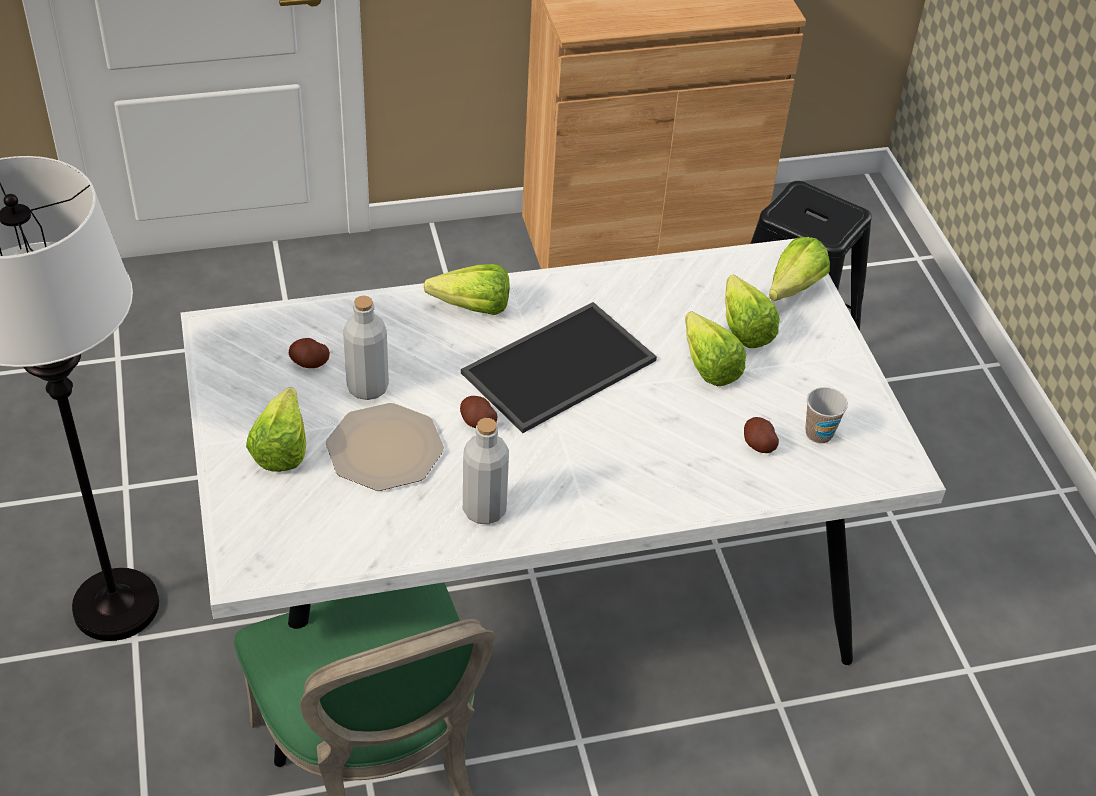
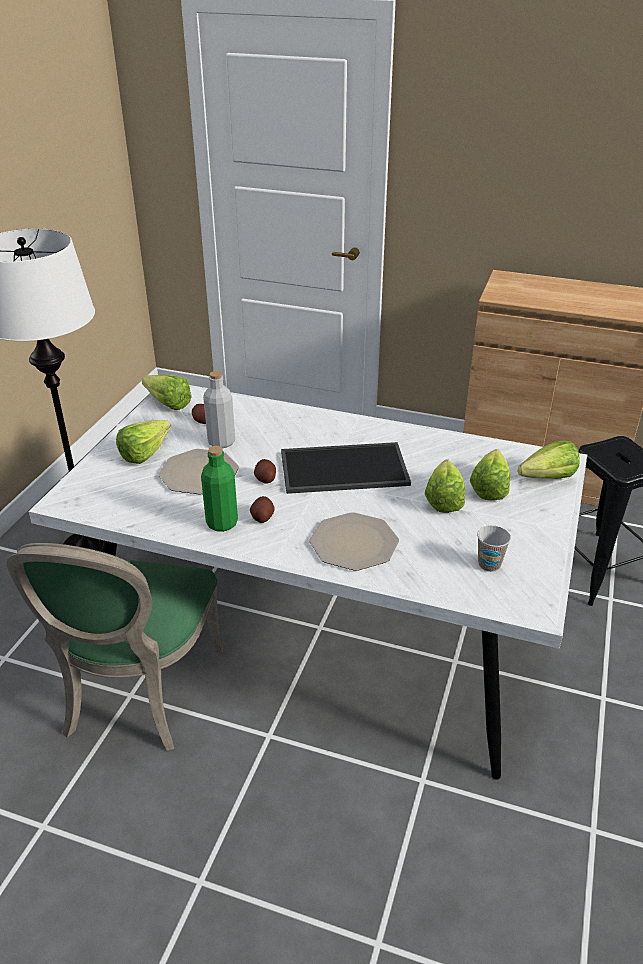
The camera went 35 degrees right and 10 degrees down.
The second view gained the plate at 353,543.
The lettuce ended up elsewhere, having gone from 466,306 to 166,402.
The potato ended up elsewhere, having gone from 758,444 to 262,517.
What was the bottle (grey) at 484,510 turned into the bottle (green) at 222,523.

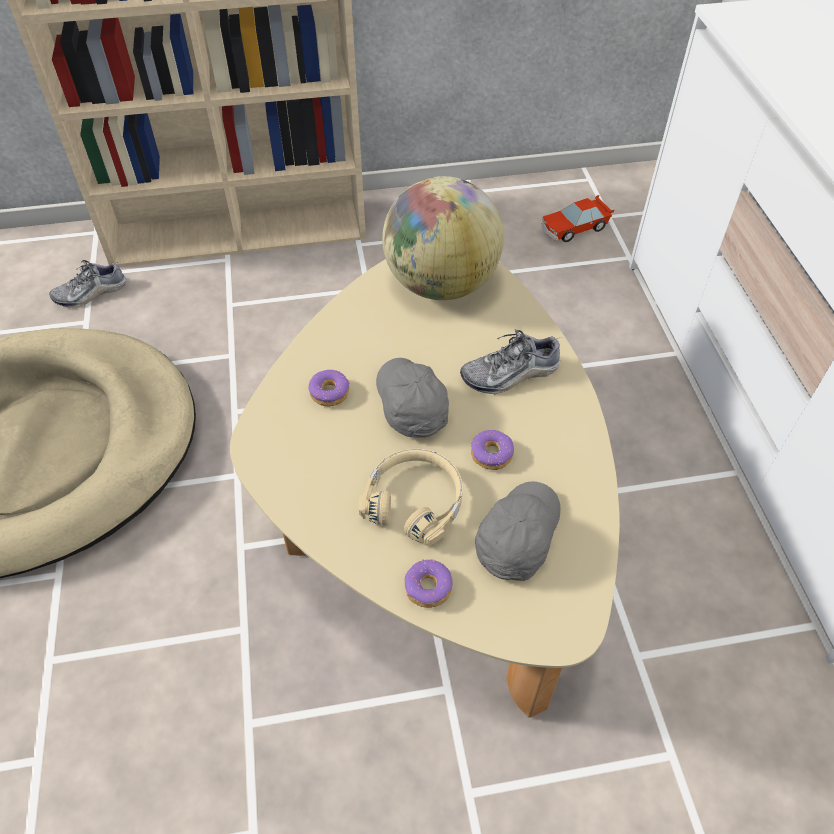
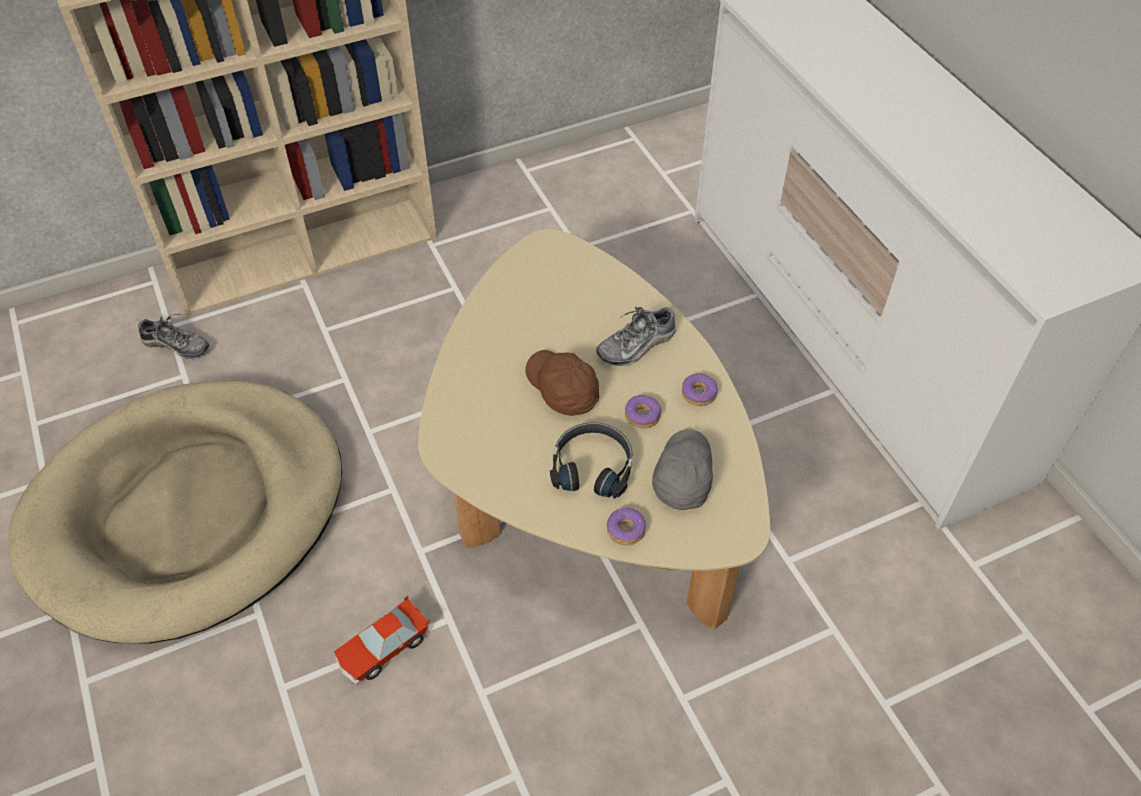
The camera went 15 degrees left and 0 degrees up.
The second view lost the globe at 441,284.
The donut ended up elsewhere, having gone from 330,393 to 699,394.
The toy car ended up elsewhere, having gone from 574,228 to 383,648.
What was the headphones (beige) at 415,501 turned into the headphones (black) at 592,466.
What was the cap (grey) at 410,405 turned into the cap (brown) at 561,389.
The shoe at 91,293 ended up facing another way, 120 degrees counterclockwise from before.

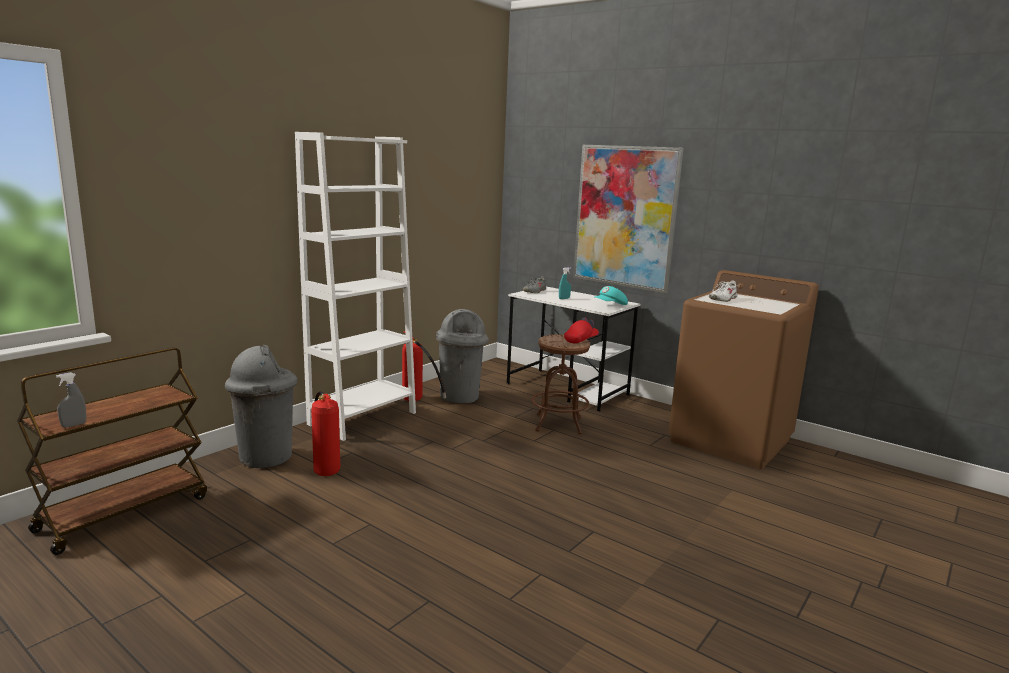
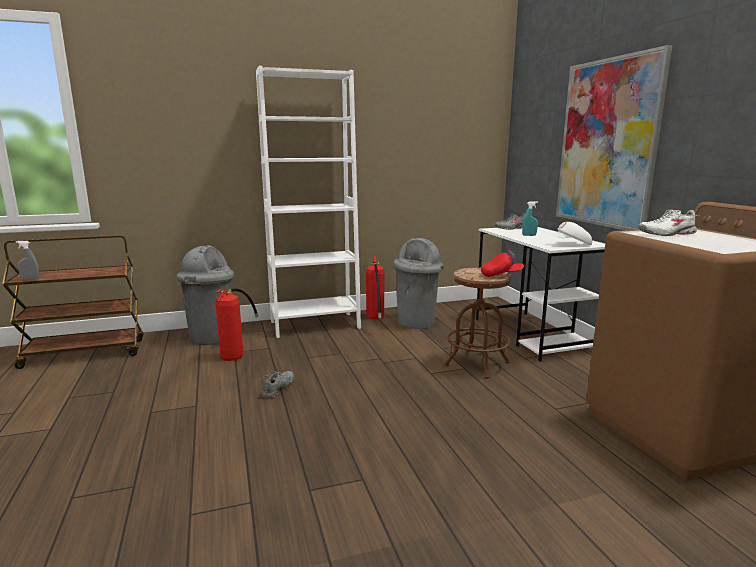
The camera went 35 degrees right and 0 degrees up.
The second view gained the shoe (grey) at 278,388.
What was the cap (turquoise) at 610,305 turned into the cap (white) at 570,244.

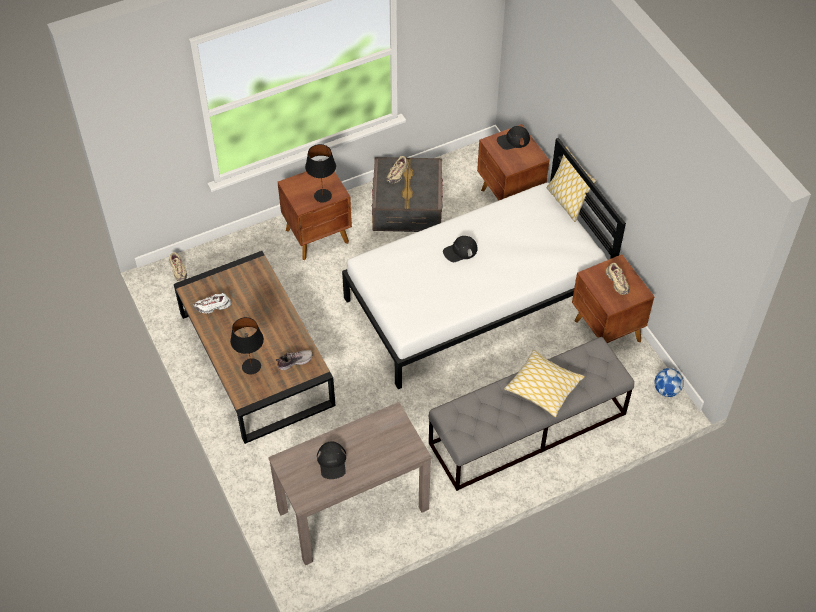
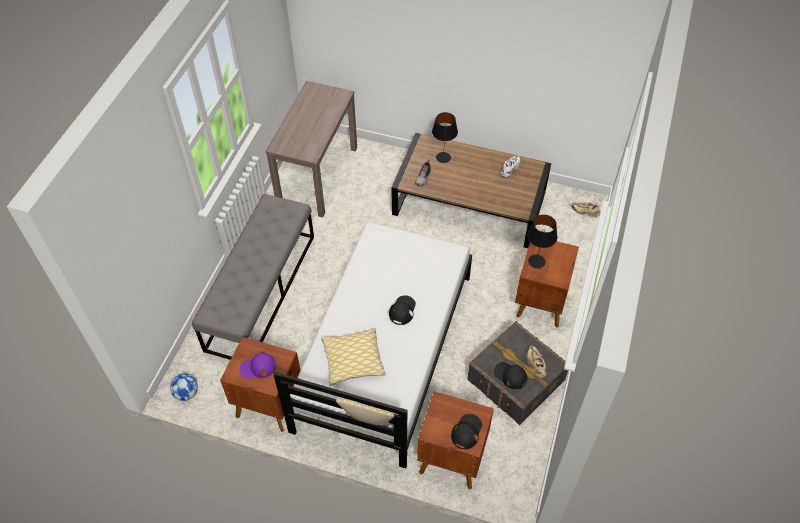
The camera went 135 degrees right and 0 degrees up.
The cap (black) ended up elsewhere, having gone from 332,462 to 510,375.
The pillow ended up elsewhere, having gone from 543,388 to 353,360.
Where the shoe (beige) stood at 617,283, the cap (purple) came to stand at 258,367.

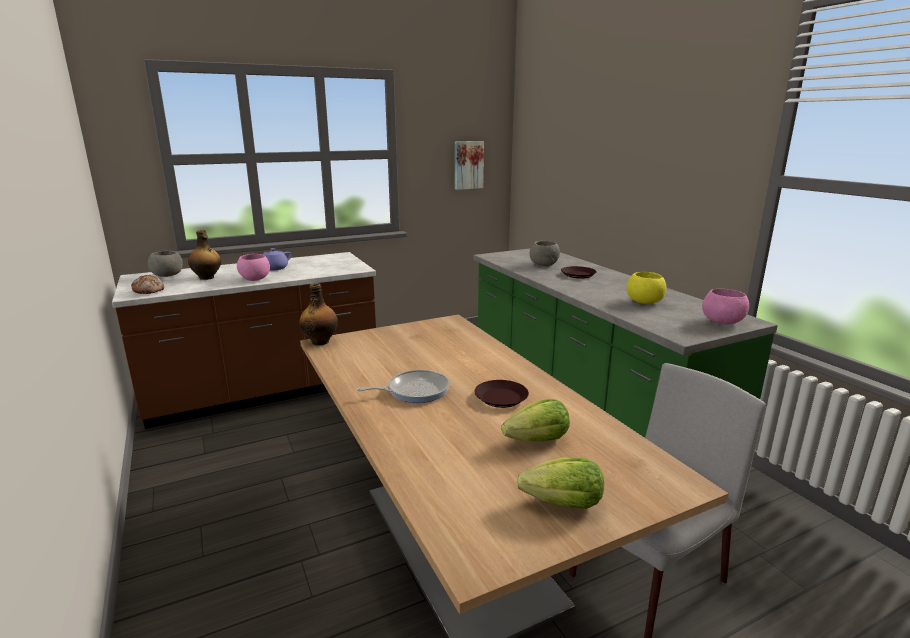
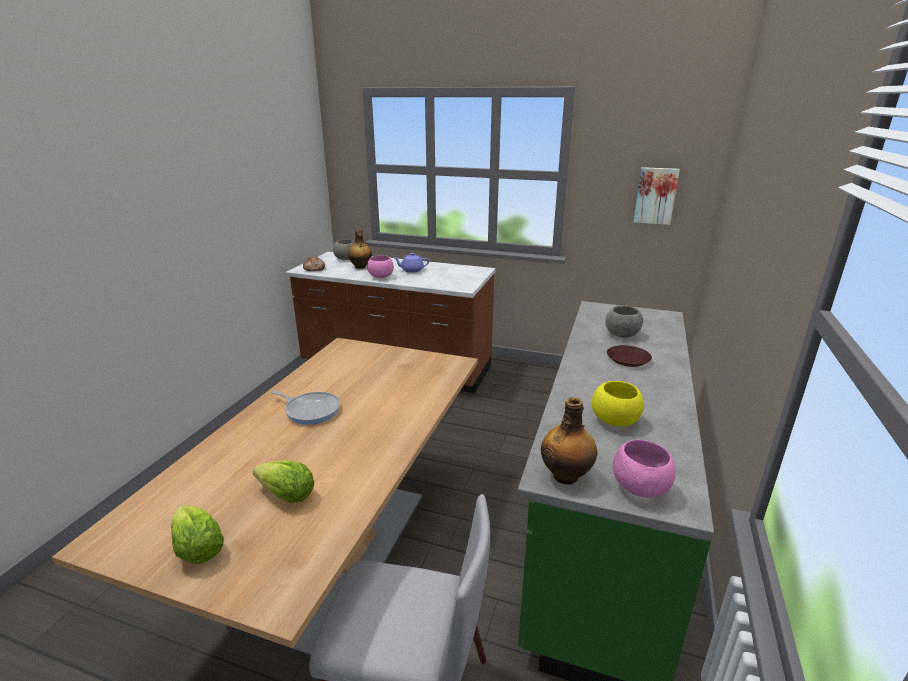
The camera went 45 degrees right and 5 degrees up.
The second view lost the plate (brown) at 500,398.
The bottle ended up elsewhere, having gone from 321,341 to 566,476.

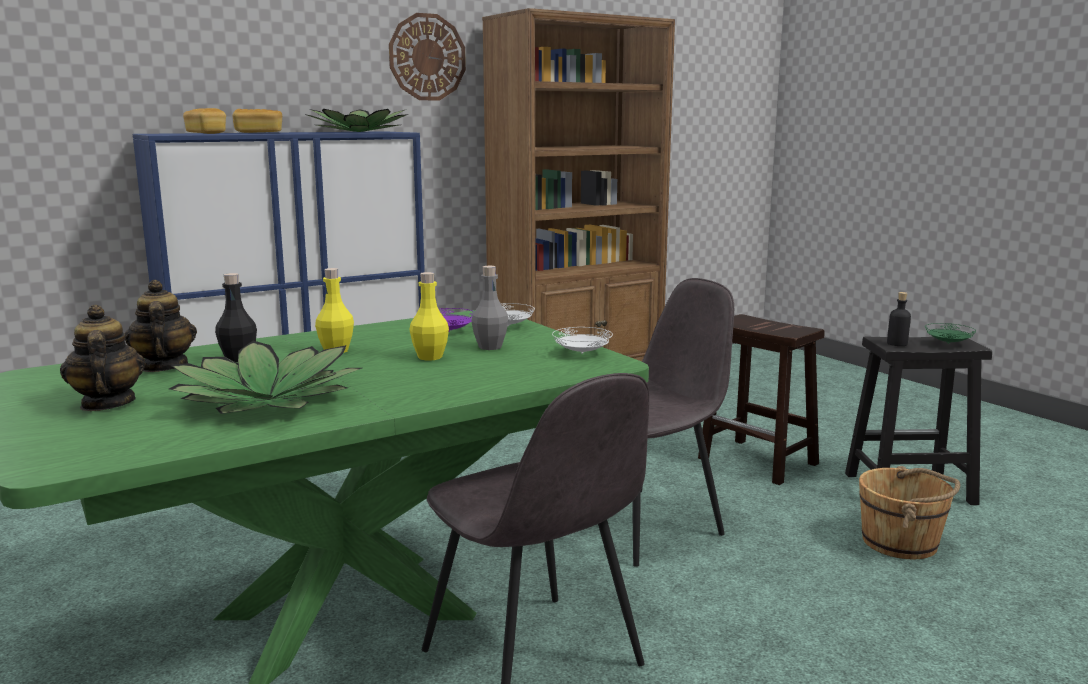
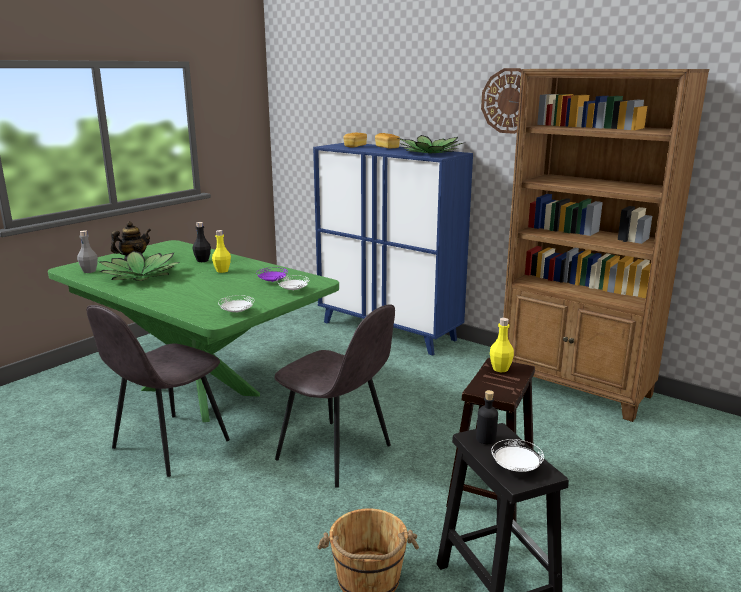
The camera went 70 degrees right and 5 degrees up.
The second view lost the teapot at 163,367.
The bottle (yellow) ended up elsewhere, having gone from 430,357 to 500,369.
The bottle (grey) ended up elsewhere, having gone from 490,347 to 89,271.
What was the plate (green) at 948,343 turned into the plate (white) at 516,468.

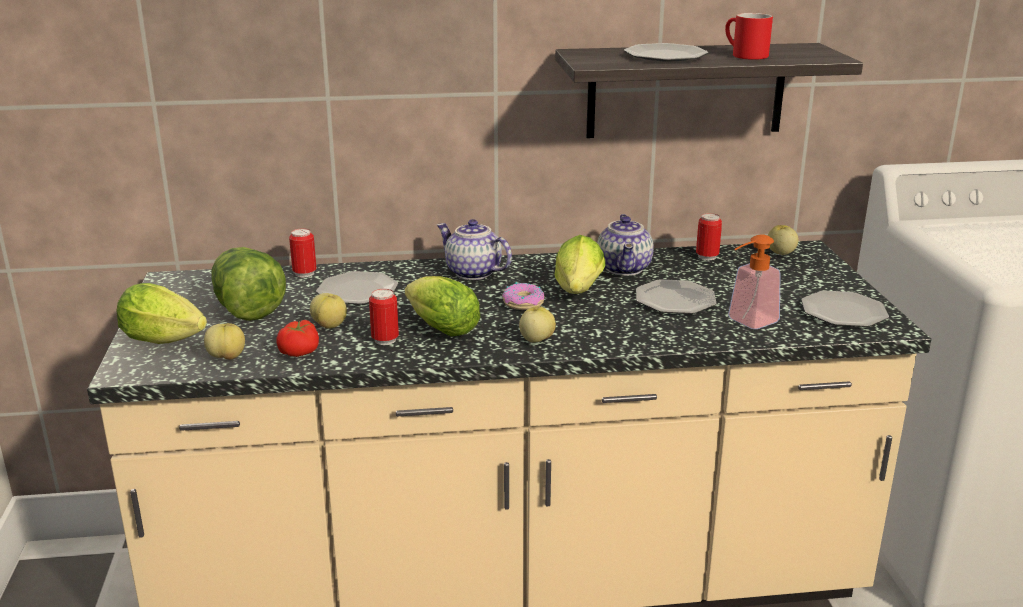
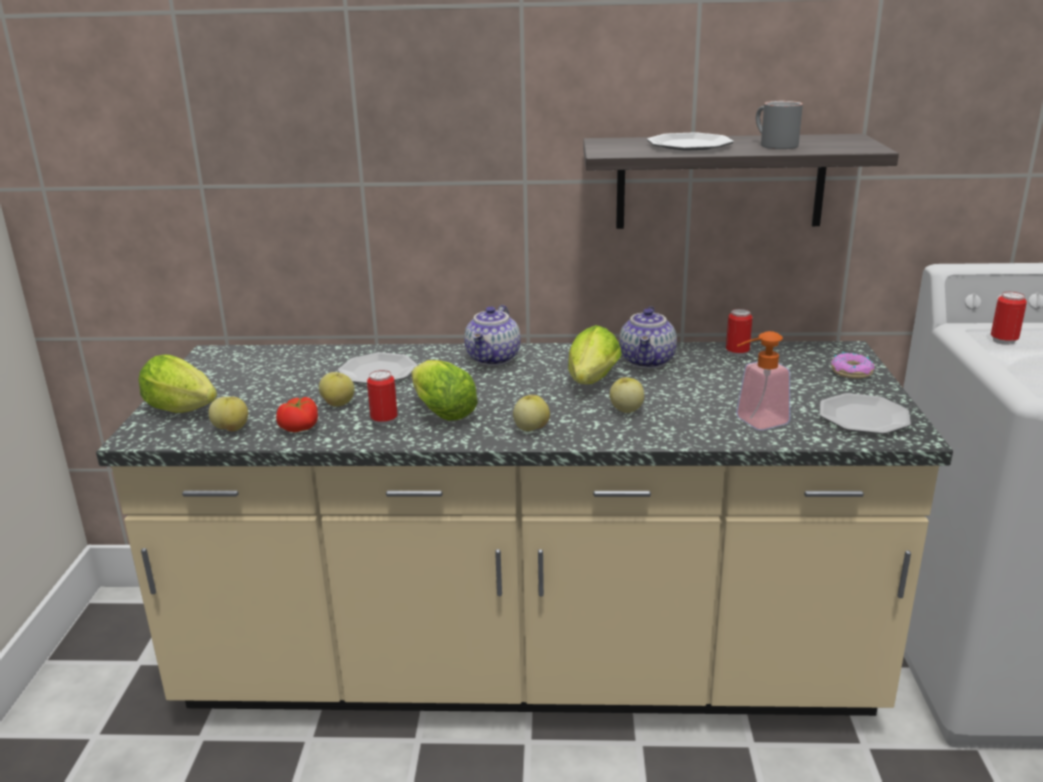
The camera went 10 degrees right and 0 degrees up.
The second view lost the lettuce at 247,309.
The second view lost the plate at 675,300.
The can ended up elsewhere, having gone from 304,273 to 1003,341.
The donut ended up elsewhere, having gone from 524,303 to 851,372.
The apple ended up elsewhere, having gone from 780,253 to 626,410.
What was the mug (red) at 743,55 turned into the mug (grey) at 772,145.
The teapot at 472,273 ended up facing another way, 120 degrees counterclockwise from before.

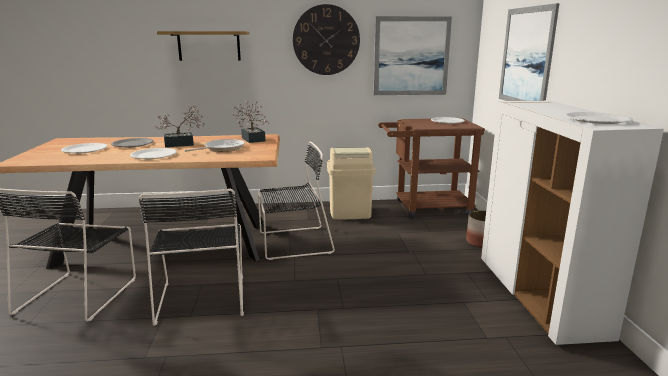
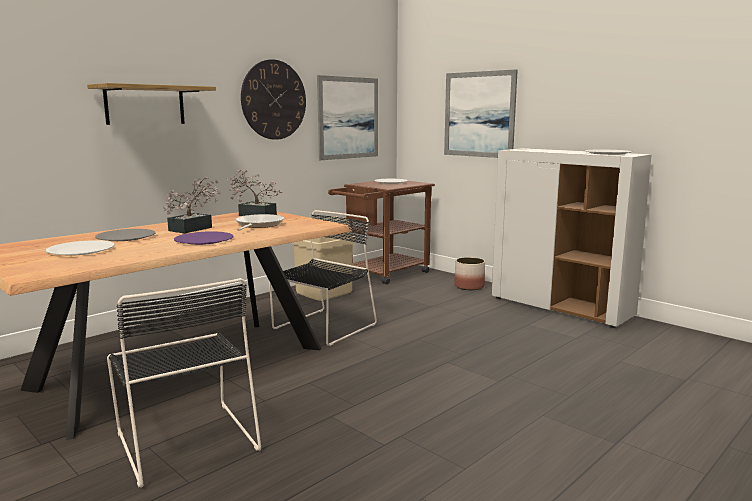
The camera went 40 degrees left and 5 degrees down.
The second view lost the chair (black) at 202,296.
What was the plate (white) at 154,155 turned into the plate (purple) at 204,240.

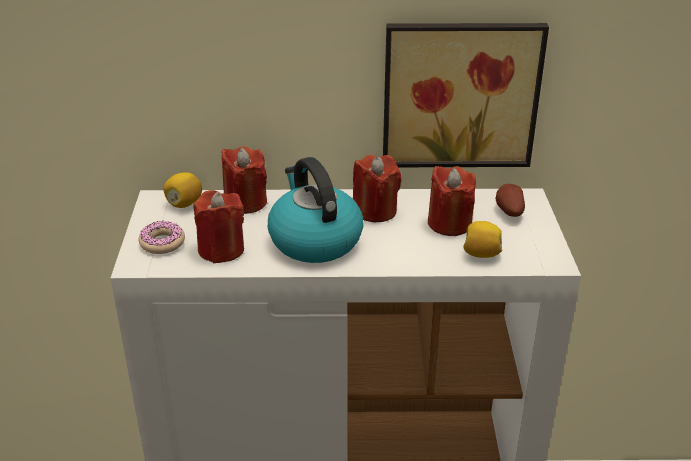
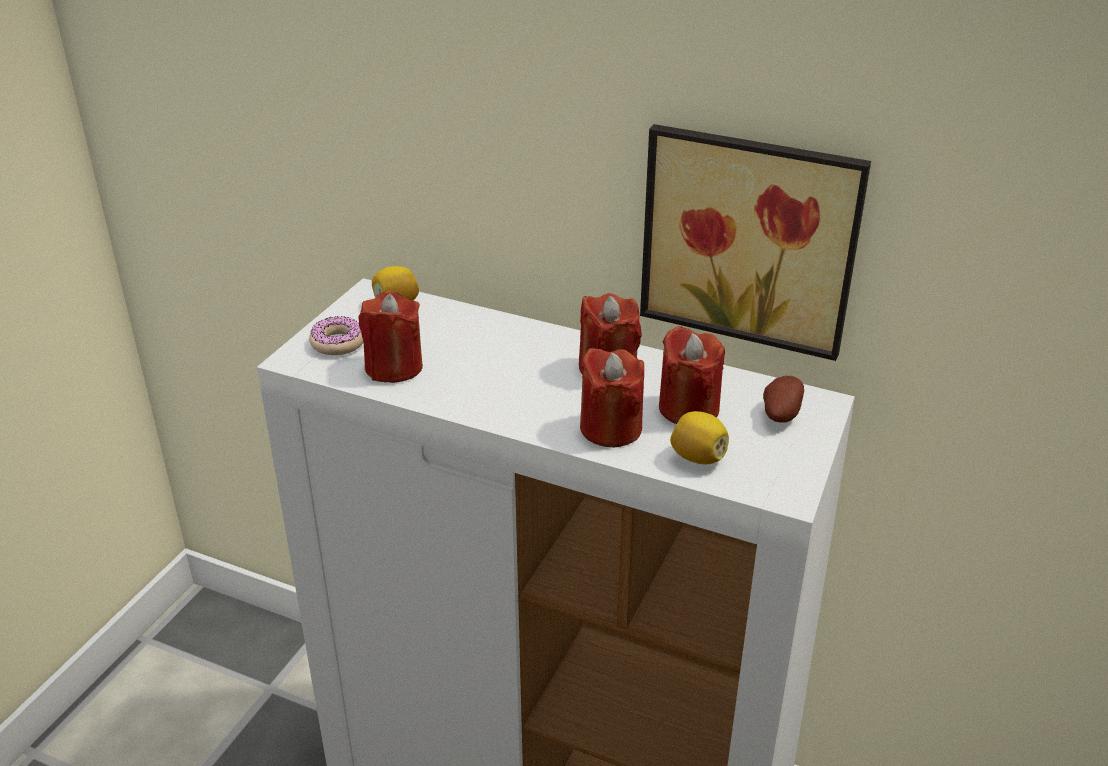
The camera went 25 degrees right and 0 degrees up.
The second view lost the kettle at 314,240.
The candle (red) ended up elsewhere, having gone from 245,202 to 610,428.

